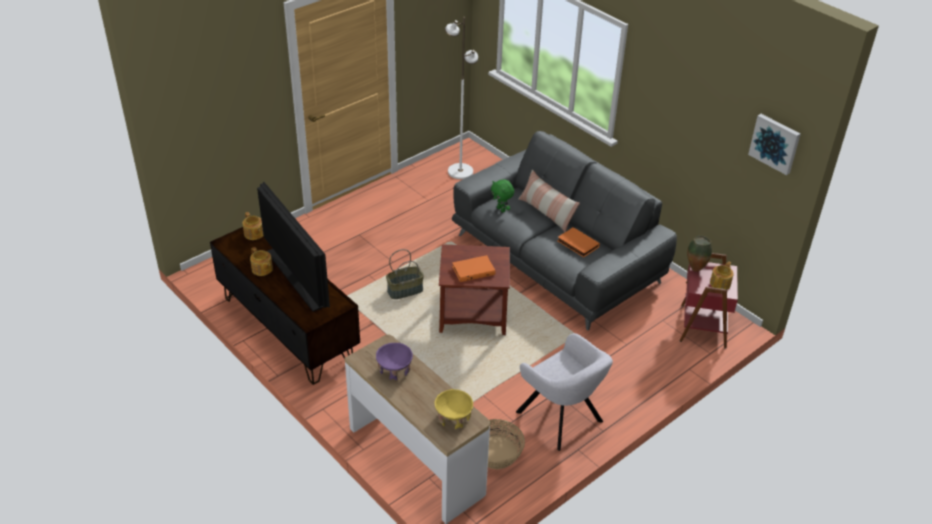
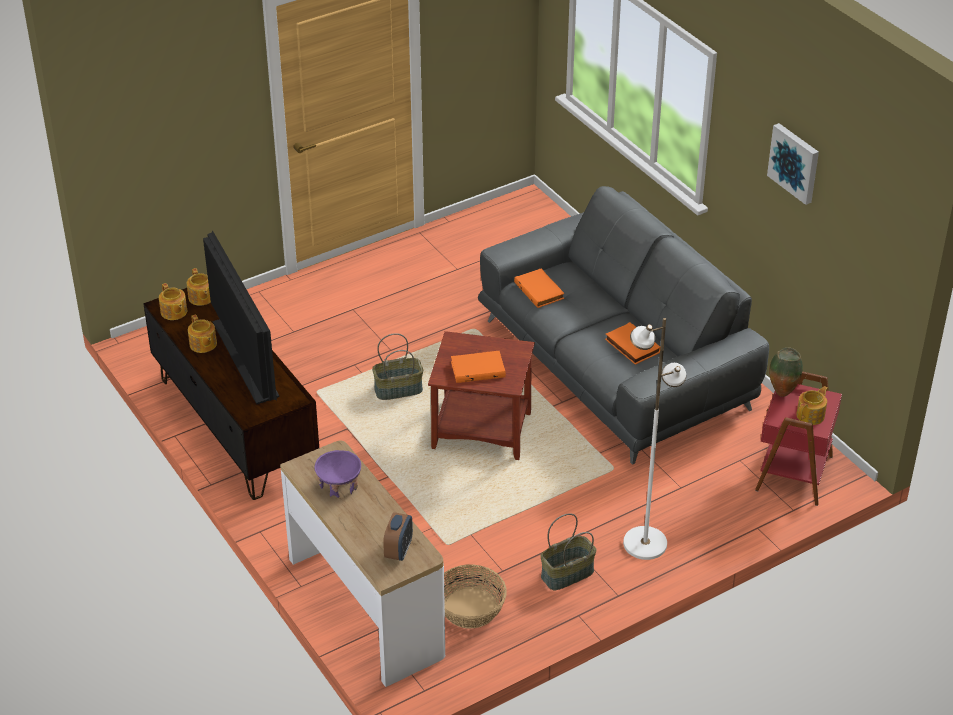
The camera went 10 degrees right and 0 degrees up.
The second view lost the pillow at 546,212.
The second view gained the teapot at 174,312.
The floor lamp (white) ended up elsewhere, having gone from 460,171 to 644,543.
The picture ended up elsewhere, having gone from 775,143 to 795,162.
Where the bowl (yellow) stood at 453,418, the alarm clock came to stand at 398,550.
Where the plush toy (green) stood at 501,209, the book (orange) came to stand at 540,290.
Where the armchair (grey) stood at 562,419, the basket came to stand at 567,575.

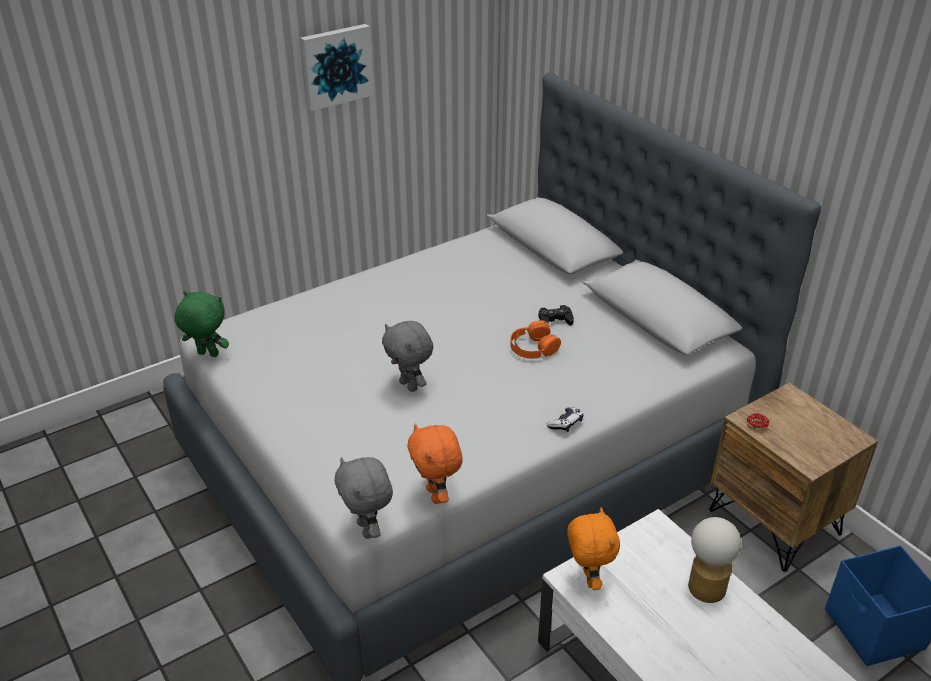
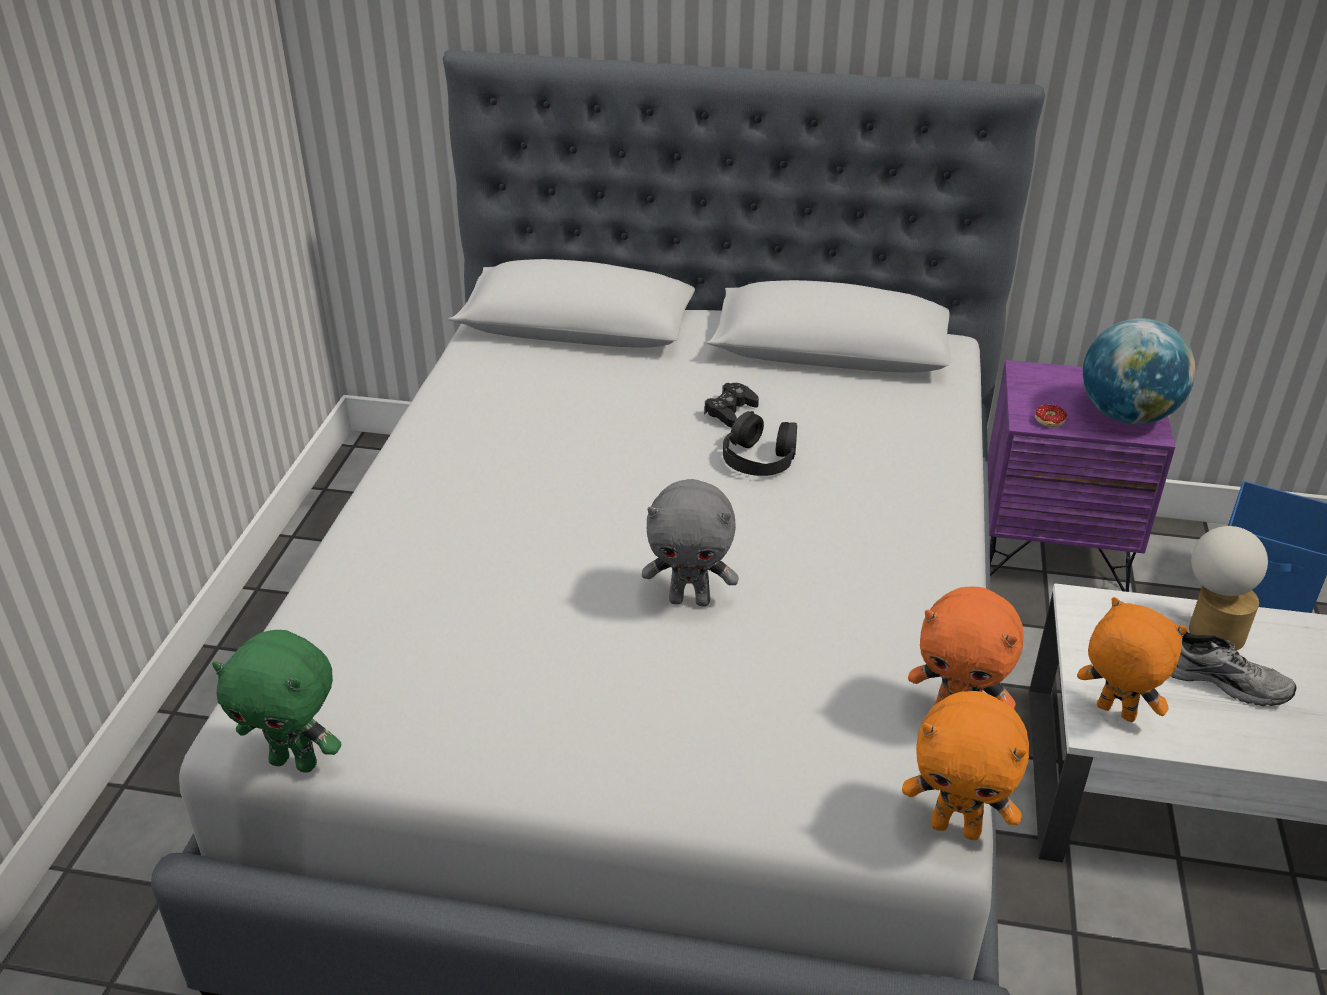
The camera went 45 degrees left and 0 degrees up.
The second view lost the picture at 336,66.
The second view lost the game controller at 565,423.
The second view gained the globe at 1127,416.
The second view gained the shoe (grey) at 1221,679.
What was the plush toy (grey) at 368,529 turned into the plush toy (orange) at 956,827.
What was the headphones (orange) at 533,347 turned into the headphones (black) at 759,457.
What was the nightstand (brown) at 775,522 turned into the nightstand (purple) at 1052,547.
The plush toy (green) at 207,355 ended up facing another way, 135 degrees counterclockwise from before.

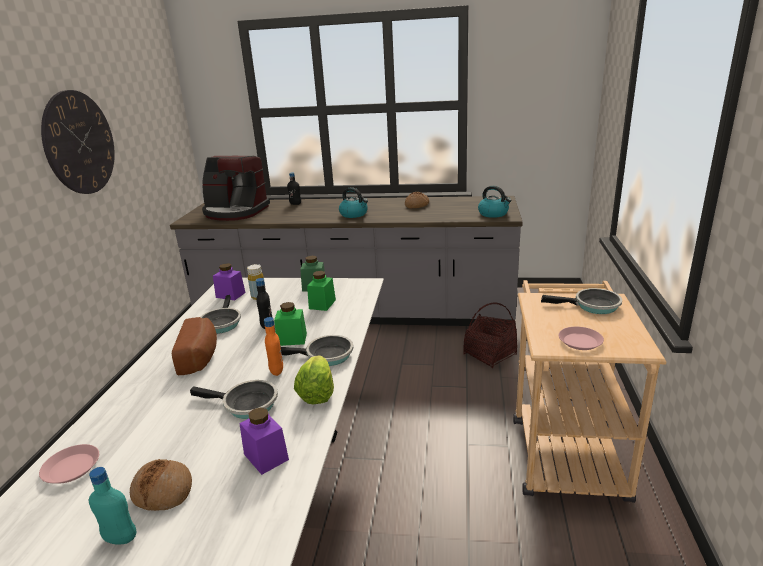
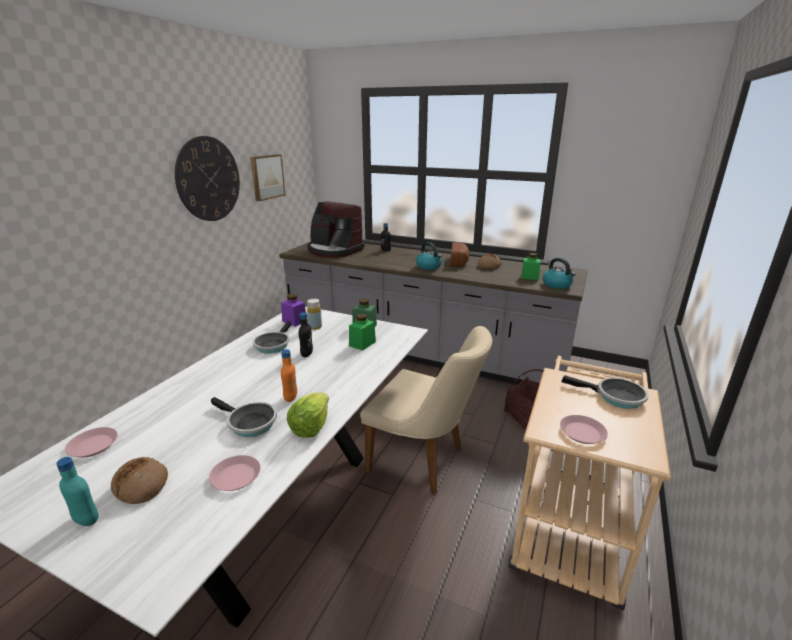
The camera went 15 degrees right and 0 degrees up.
The second view lost the frying pan at 325,356.
The second view gained the picture at 266,177.
The second view gained the chair (beige) at 424,461.
The bread ended up elsewhere, having gone from 201,356 to 459,262.
The jar (green) ended up elsewhere, having gone from 292,339 to 529,277.
Where the jar (purple) stood at 266,457, the plate (pink) came to stand at 236,477.

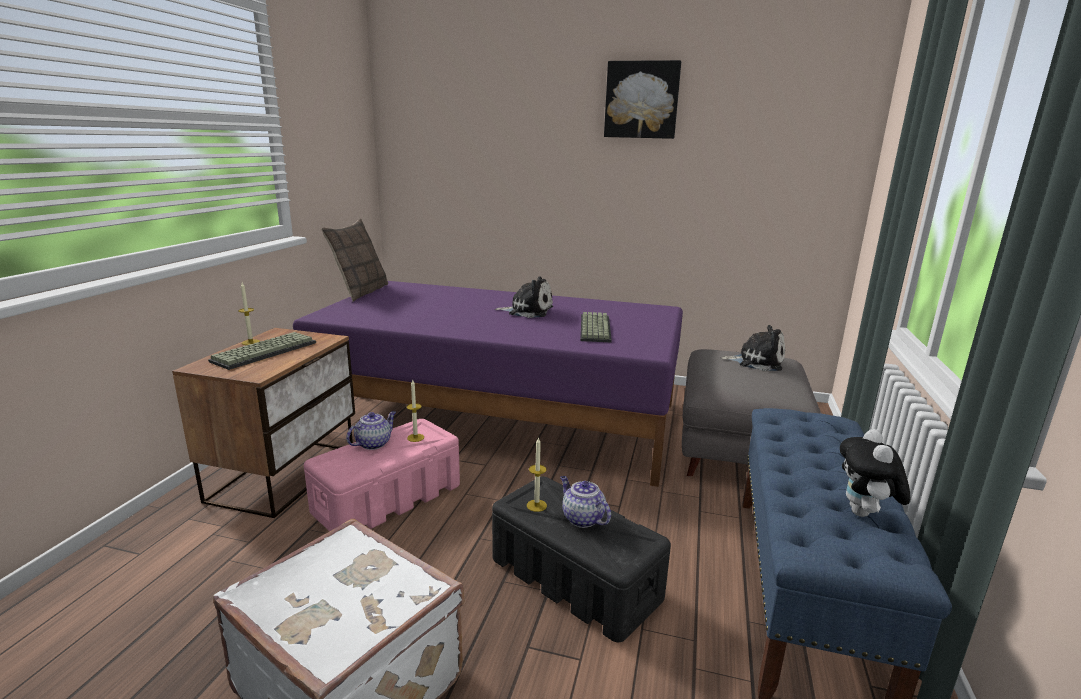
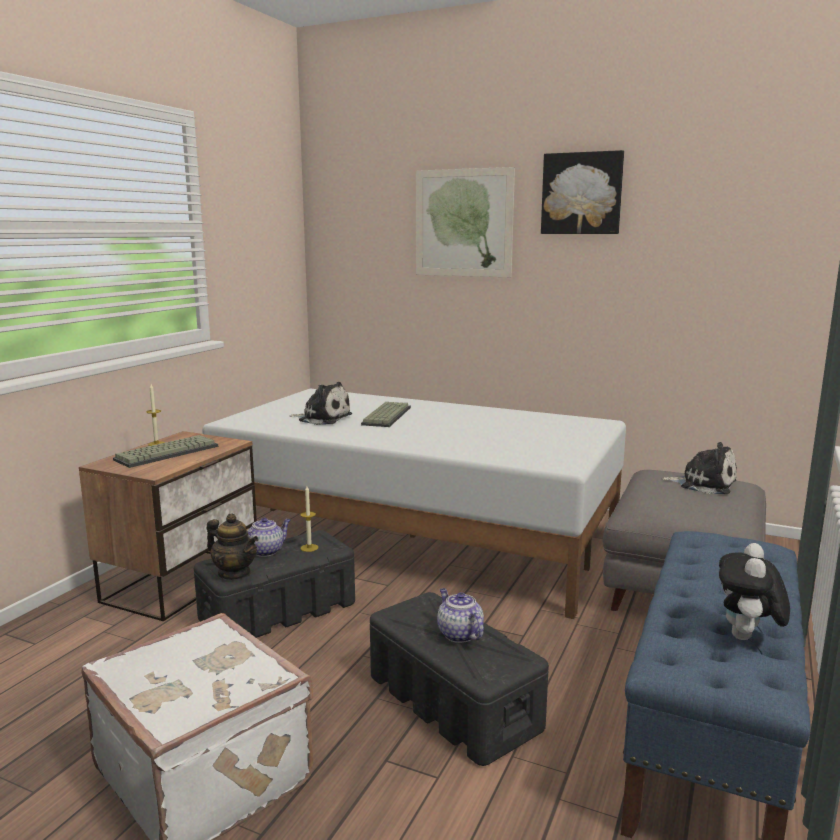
The camera went 10 degrees right and 5 degrees down.
The second view lost the pillow at 360,292.
The second view lost the candle at 536,505.
The second view gained the teapot at 234,573.
The second view gained the picture at 463,223.
The plush toy ended up elsewhere, having gone from 528,311 to 323,418.
The keyboard ended up elsewhere, having gone from 593,328 to 385,415.
What was the bed (purple) at 498,415 turned into the bed (white) at 414,536.
What was the storage box (pink) at 389,498 turned into the storage box (black) at 279,611.

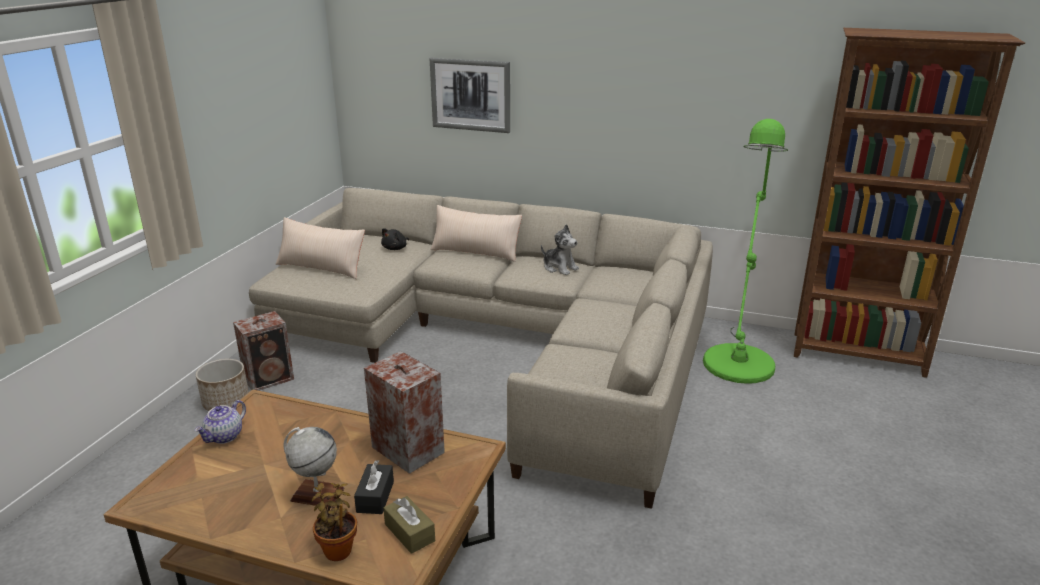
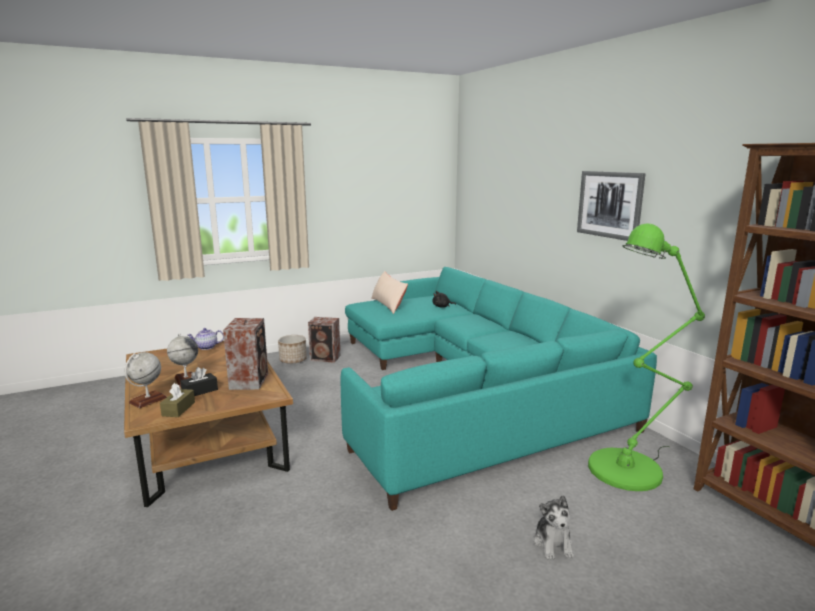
The camera went 45 degrees right and 10 degrees down.
The second view lost the pillow (beige) at 476,251.
The picture ended up elsewhere, having gone from 470,95 to 609,204.
The plush toy ended up elsewhere, having gone from 559,268 to 553,544.
Where the potted plant stood at 338,549, the globe came to stand at 148,400.
What was the sofa (beige) at 502,342 turned into the sofa (turquoise) at 467,387.

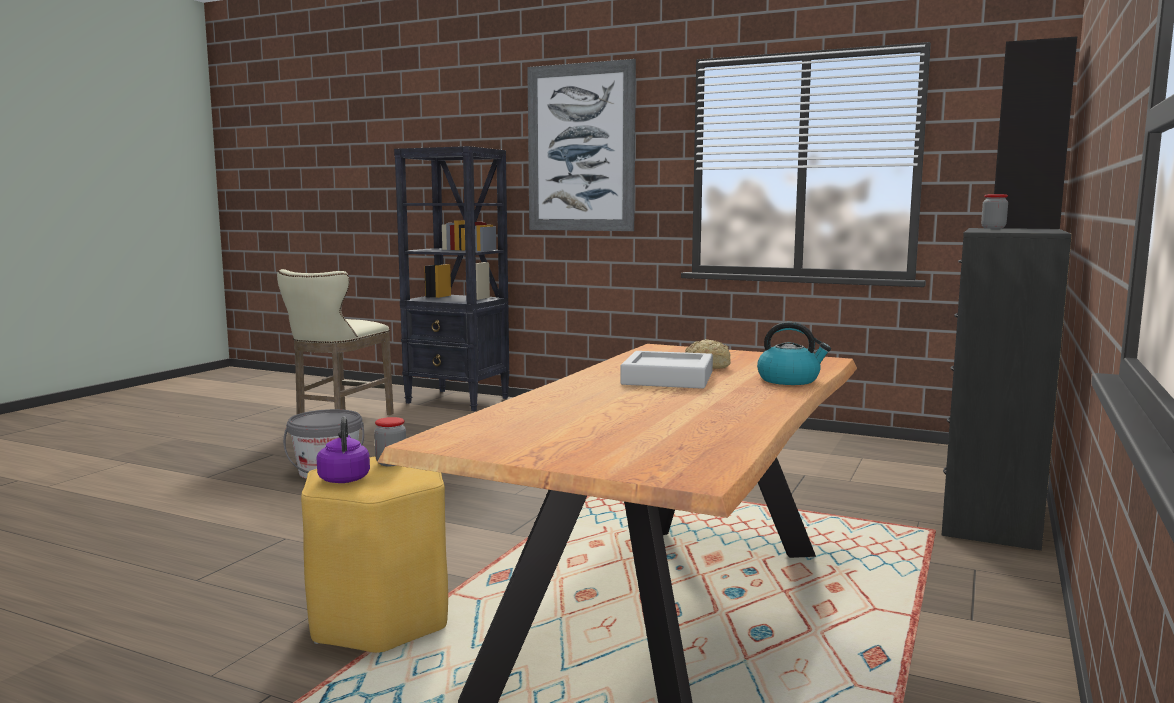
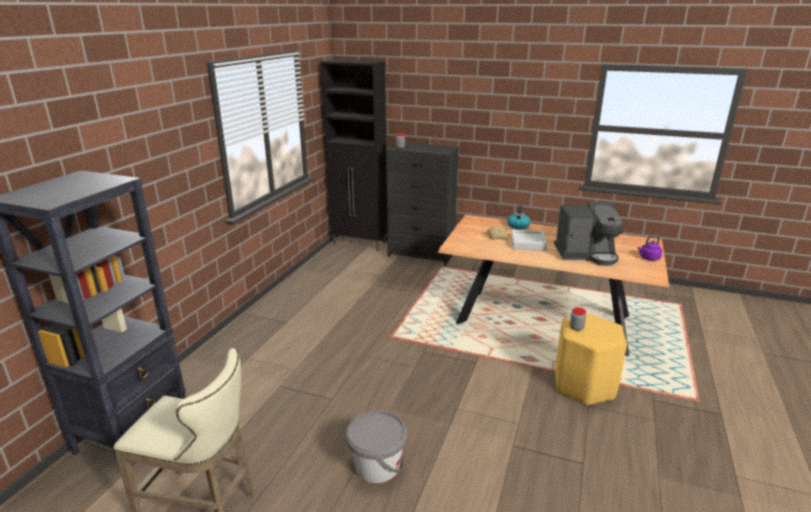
The camera went 95 degrees left and 15 degrees up.
The second view lost the picture at 580,148.
The second view gained the coffee machine at 586,254.
The kettle (purple) ended up elsewhere, having gone from 344,478 to 648,258.

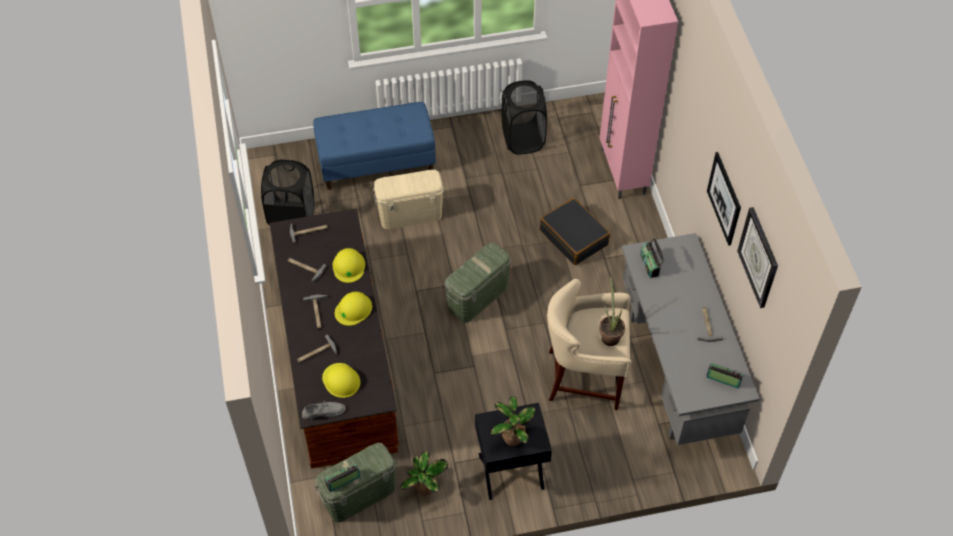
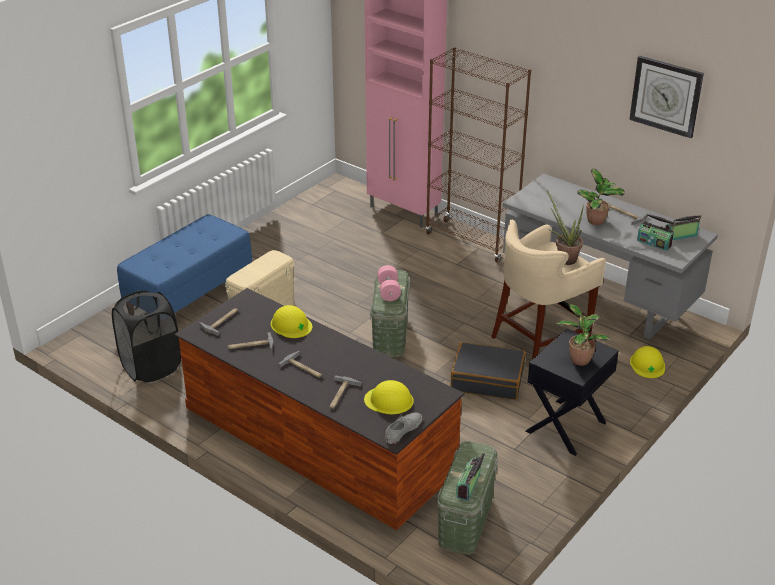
The camera went 40 degrees left and 20 degrees down.
The second view lost the laundry basket (black) at 523,139.
The second view lost the picture at 724,198.
The second view gained the dumbbell (pink) at 388,291.
The second view gained the bookcase (brown) at 471,241.
The hard hat (yellow) ended up elsewhere, having gone from 353,309 to 647,364.
The potted plant ended up elsewhere, having gone from 425,489 to 597,221.
The suitcase (black) ended up elsewhere, having gone from 574,237 to 487,379.
The radio ended up elsewhere, having gone from 650,264 to 654,243.

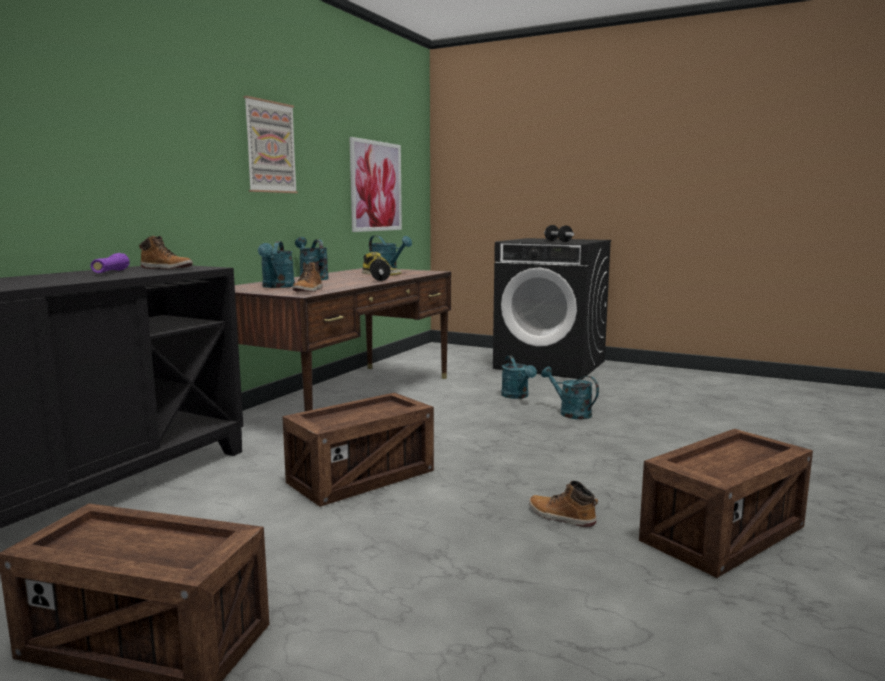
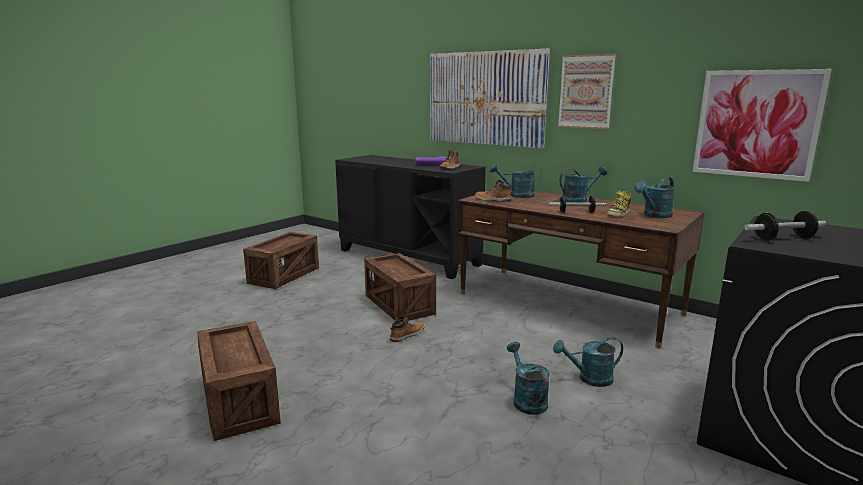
The camera went 100 degrees right and 5 degrees up.
The second view gained the picture at 485,98.
The boot ended up elsewhere, having gone from 561,517 to 407,335.
The watering can (turquoise) at 570,413 ended up facing another way, 75 degrees counterclockwise from before.

